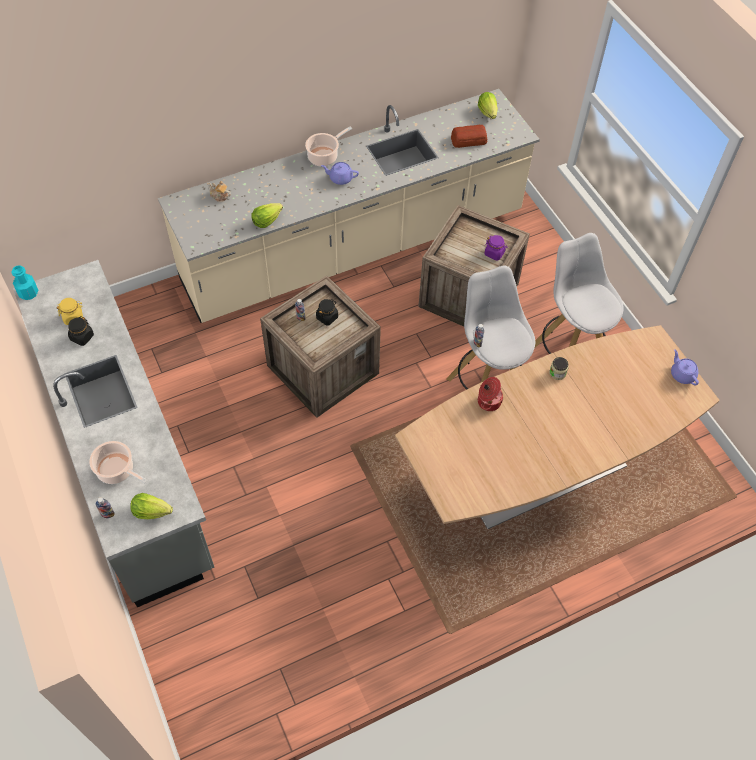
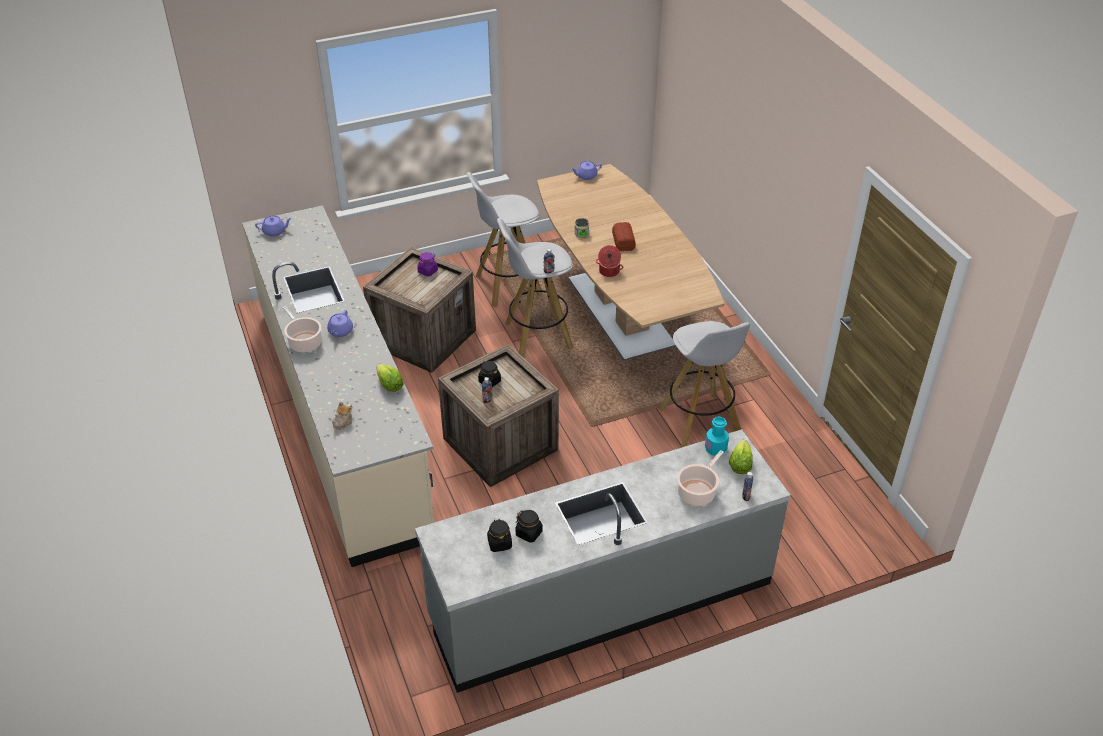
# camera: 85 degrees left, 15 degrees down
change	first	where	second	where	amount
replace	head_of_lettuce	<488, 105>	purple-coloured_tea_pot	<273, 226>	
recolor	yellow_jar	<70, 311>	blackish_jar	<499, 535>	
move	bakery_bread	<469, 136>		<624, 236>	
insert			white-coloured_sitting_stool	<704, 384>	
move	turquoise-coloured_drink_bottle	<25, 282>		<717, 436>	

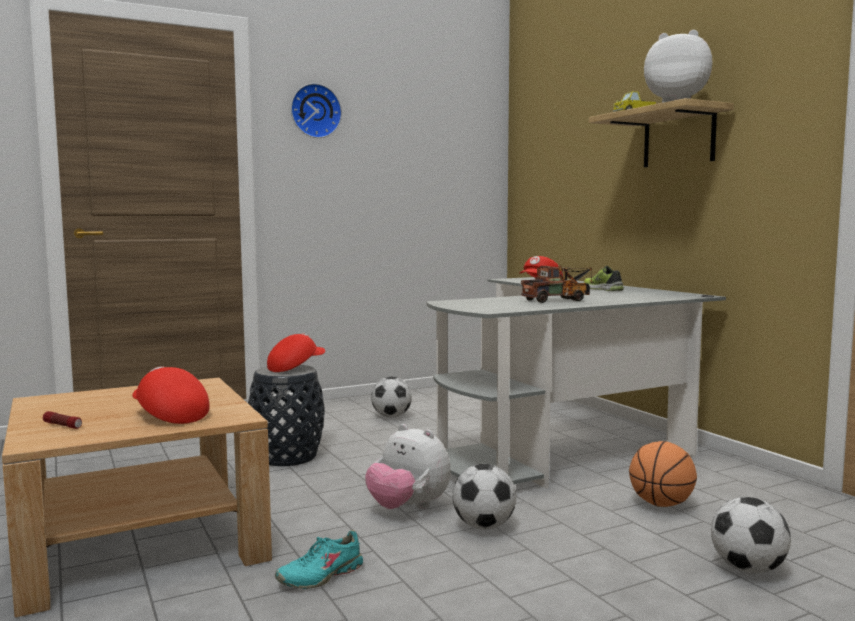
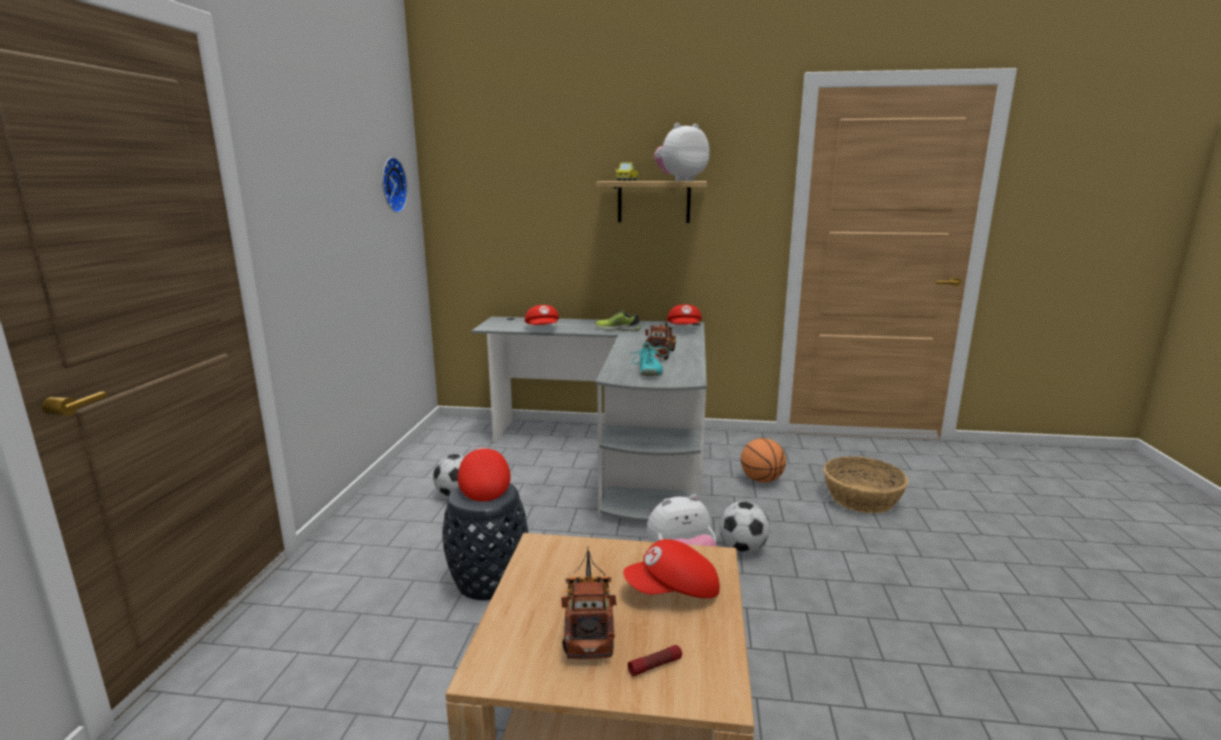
# camera: 55 degrees left, 10 degrees up
change	first	where	second	where	amount
move	wall_clock	<316, 110>		<395, 185>	
insert			toy_truck	<589, 603>	
move	turquoise-coloured_low_shoe	<319, 559>		<649, 359>	
insert			red_cap	<684, 314>	
replace	football_ball	<751, 535>	household_basket	<865, 484>	

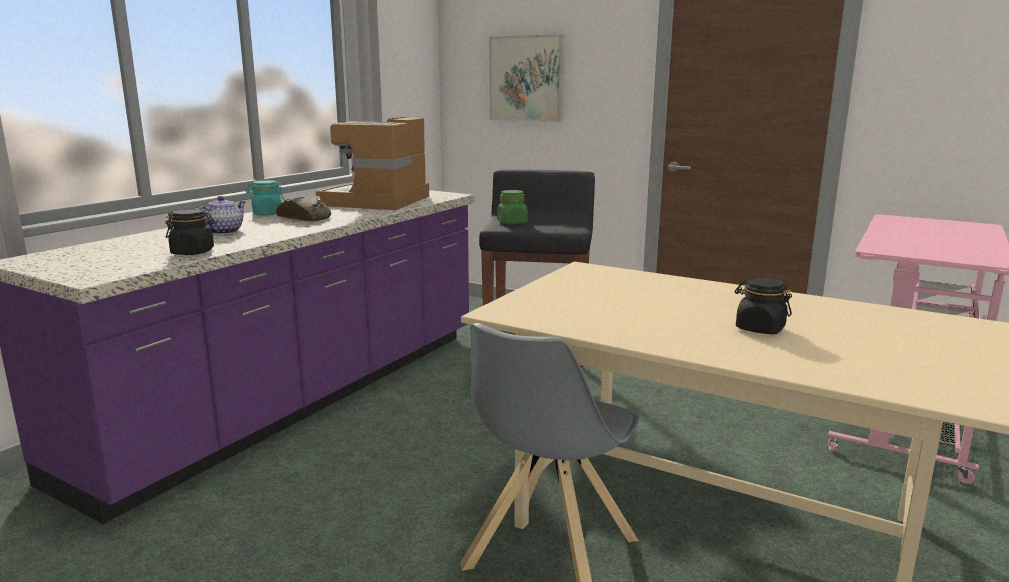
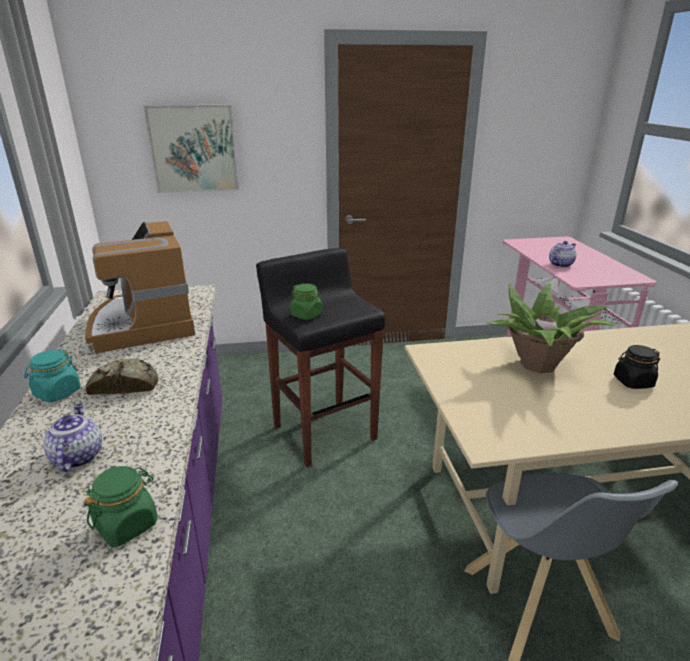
# camera: 40 degrees left, 10 degrees up
change	first	where	second	where	amount
recolor	blackish_jar	<190, 232>	green_jar	<121, 506>	
insert			plant_in_a_pot	<551, 328>	
insert			tea_pot	<563, 254>	

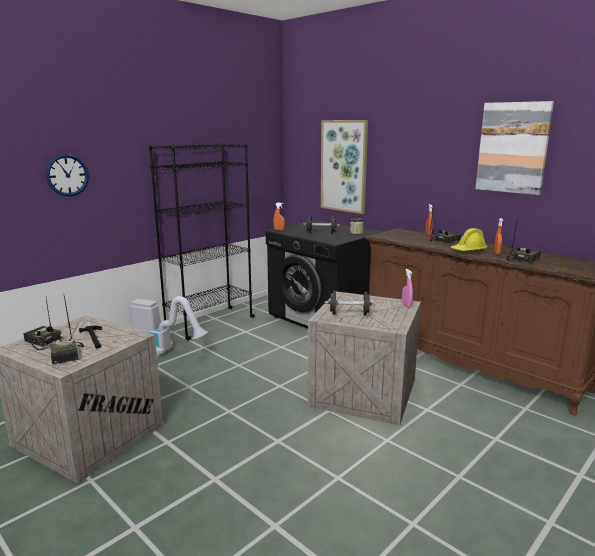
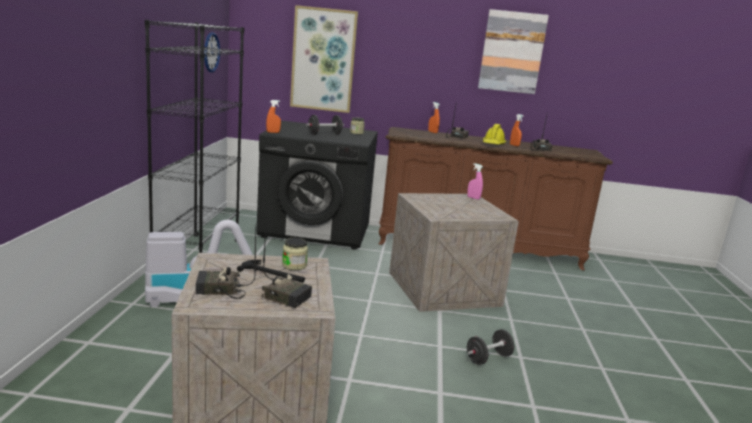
# camera: 40 degrees left, 0 degrees up
change	first	where	second	where	amount
move	wall_clock	<67, 175>		<212, 52>	
insert			jar	<295, 254>	
move	blackish_dumbbell	<350, 303>		<490, 347>	

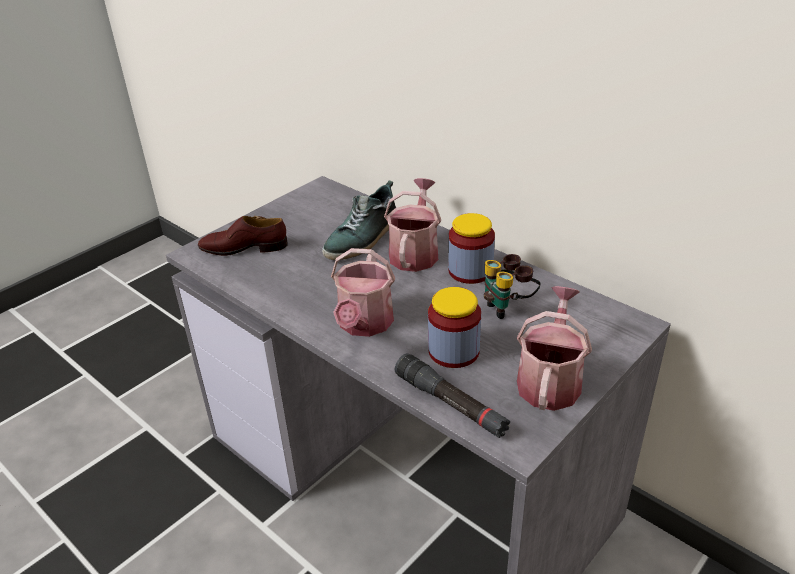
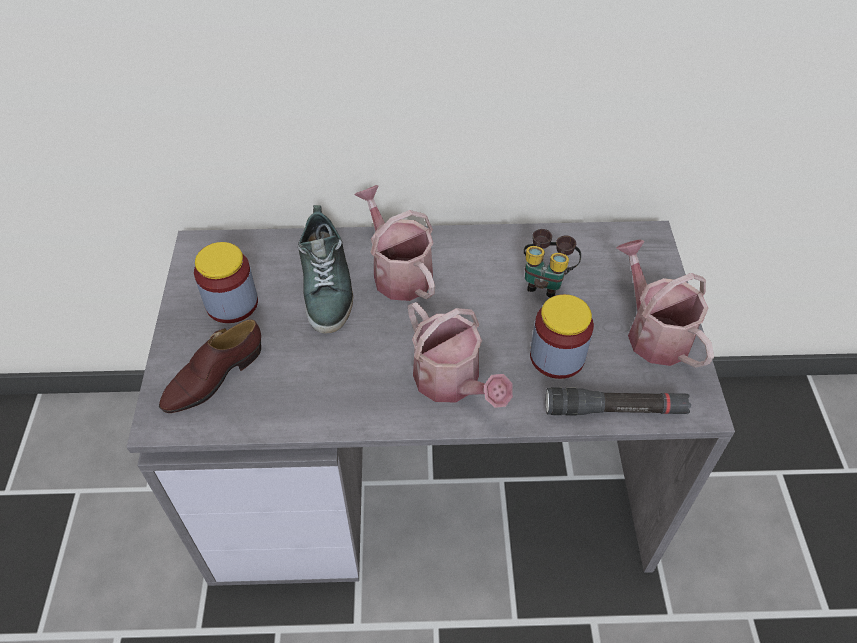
# camera: 45 degrees left, 15 degrees up
change	first	where	second	where	amount
move	jar	<471, 248>		<226, 282>	

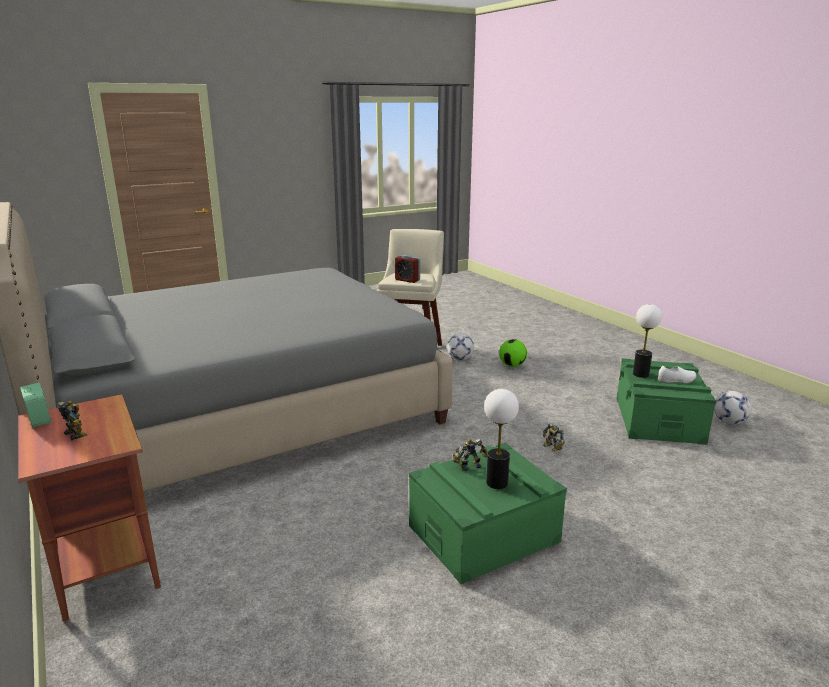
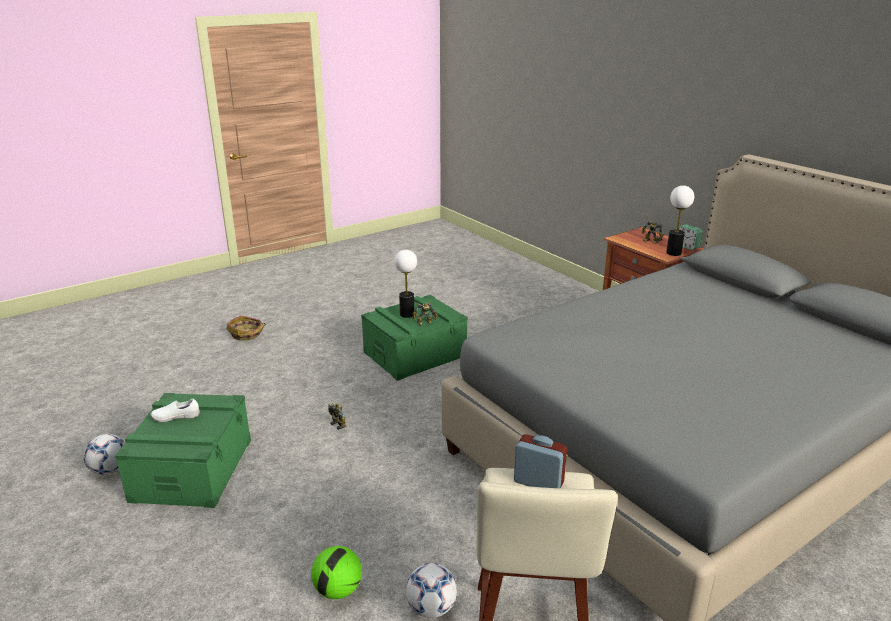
# camera: 175 degrees right, 5 degrees up
change	first	where	second	where	amount
insert			household_basket	<246, 328>	
move	table_lamp	<647, 341>		<680, 220>	

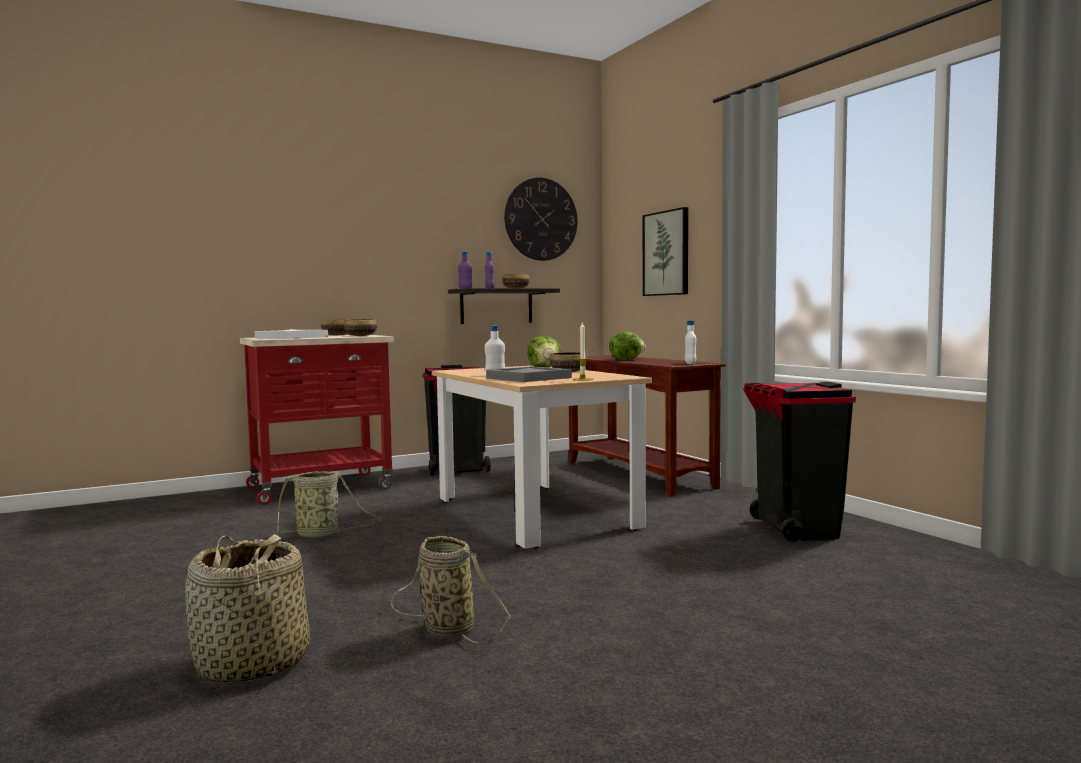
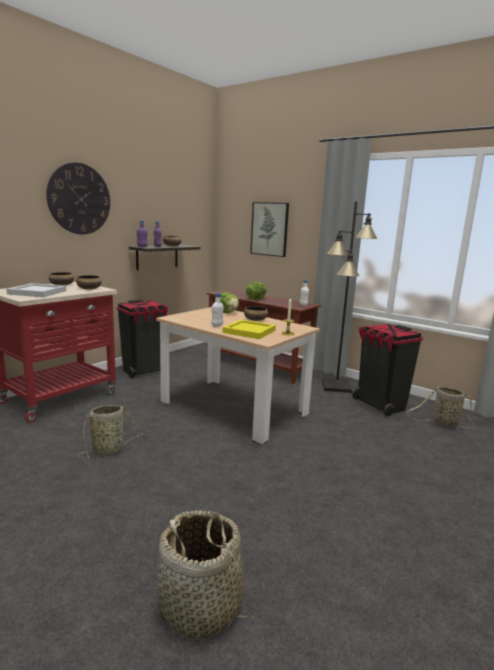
# camera: 25 degrees left, 10 degrees up
change	first	where	second	where	amount
move	wall_clock	<541, 219>		<78, 198>	
recolor	grey_serving_tray	<529, 374>	yellow_serving_tray	<249, 329>	
insert			blackish_floor_lamp	<349, 297>	
move	household_basket	<451, 589>		<440, 407>	

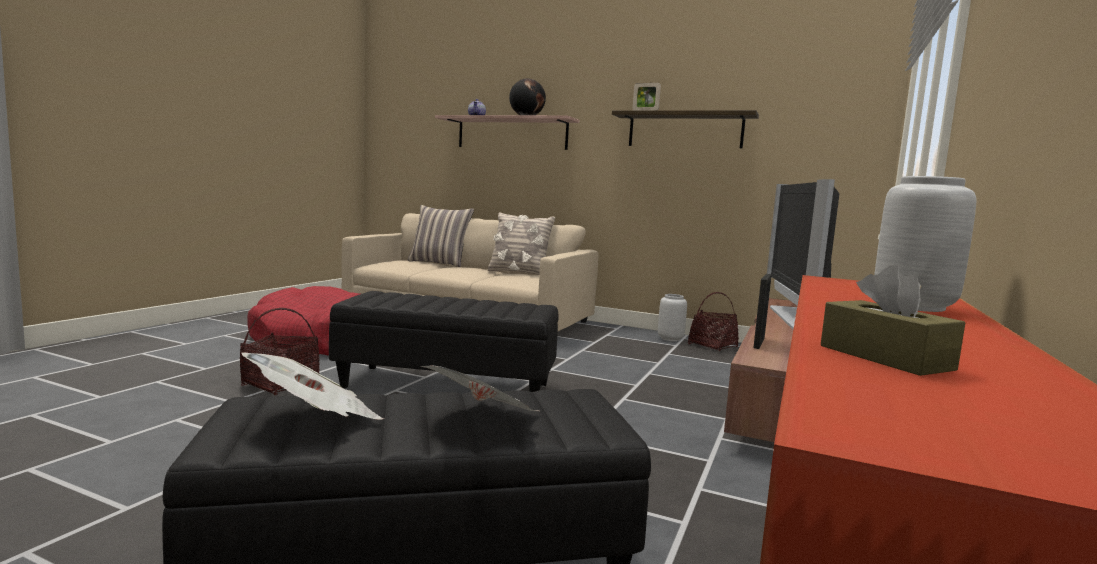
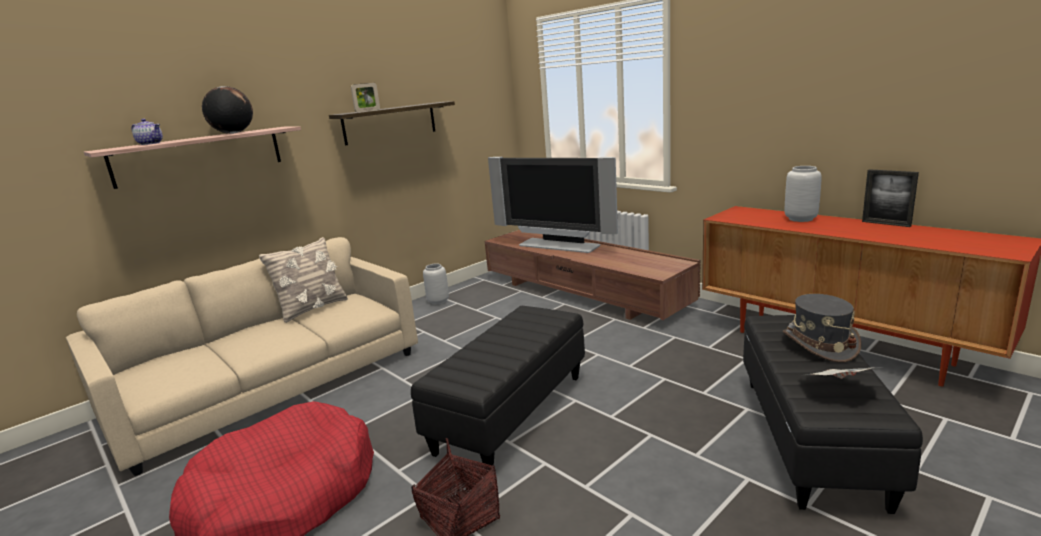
# camera: 65 degrees left, 10 degrees up
change	first	where	second	where	amount
replace	newspaper	<479, 388>	grey_wearable_hat	<822, 328>	
move	picture_frame	<762, 311>		<890, 198>	
delete	pillow	<441, 236>			
delete	household_basket	<713, 321>			
delete	brown-coloured_tissue_holder	<893, 320>			

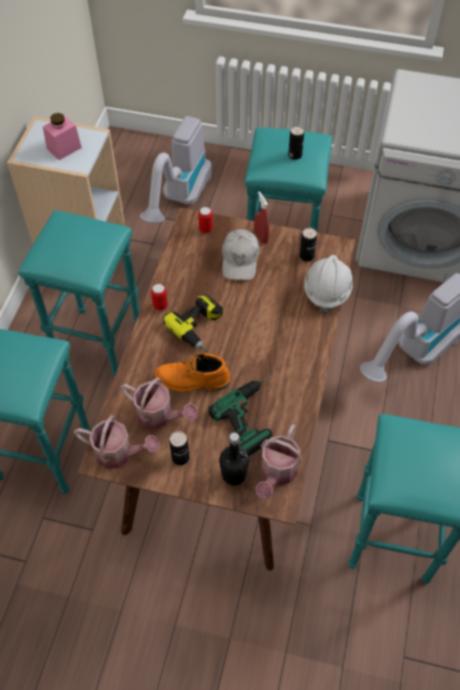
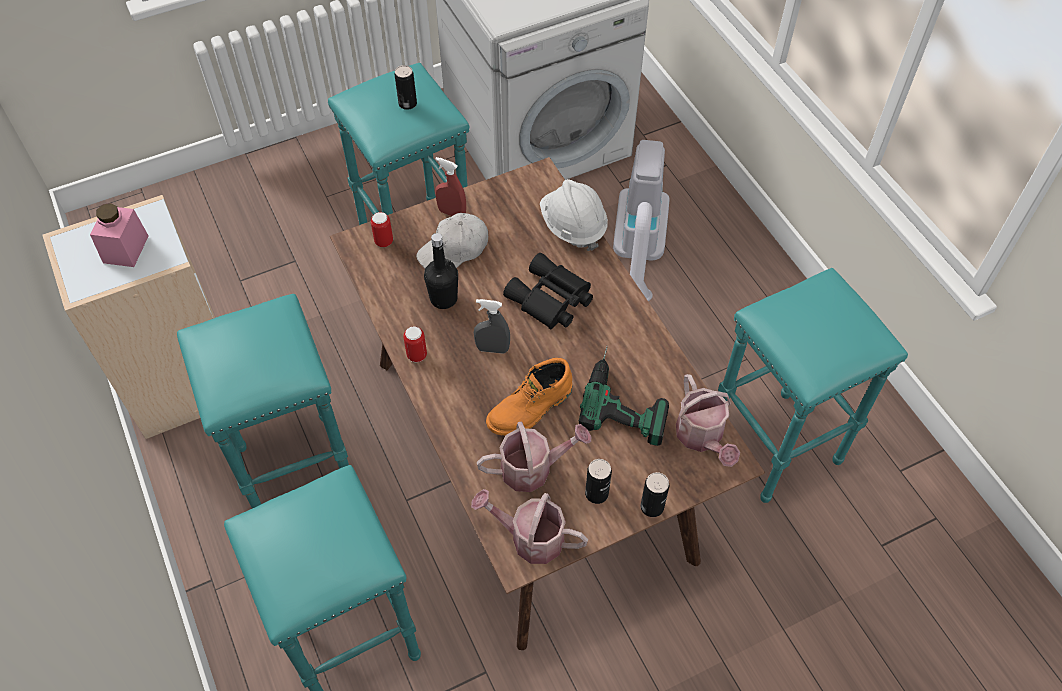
# camera: 40 degrees left, 0 degrees up
change	first	where	second	where	amount
rotate	white-coloured_cap	<240, 254>		<452, 240>	90 degrees clockwise
move	blackish_drink_bottle	<234, 458>		<441, 271>	
rotate	watering_pot	<116, 442>		<529, 526>	135 degrees counterclockwise
replace	power_drill	<193, 324>	grey_hand_sprayer	<492, 326>	
insert			blackish_field_glasses	<548, 291>	
move	can	<308, 245>		<655, 494>	
delete	vacuum_cleaner	<176, 169>			

